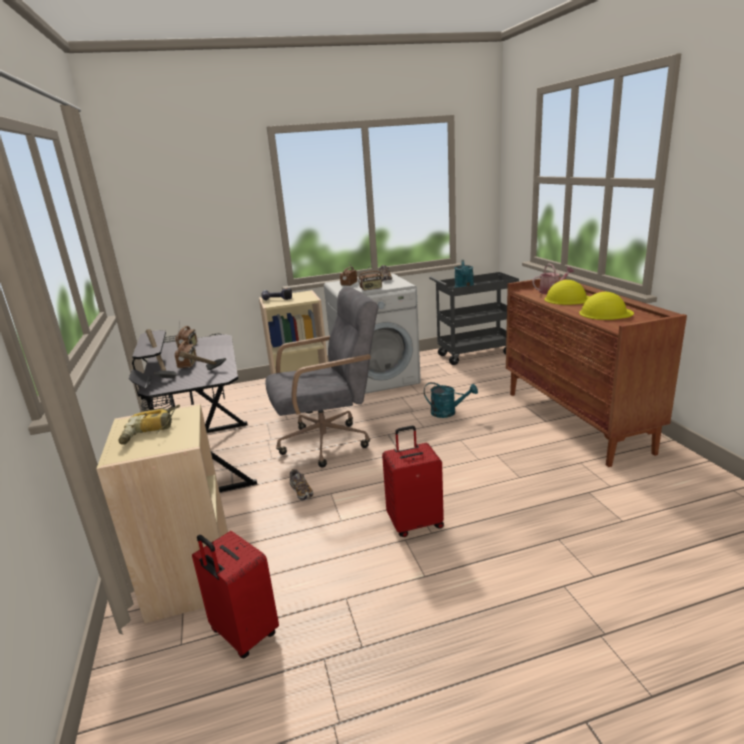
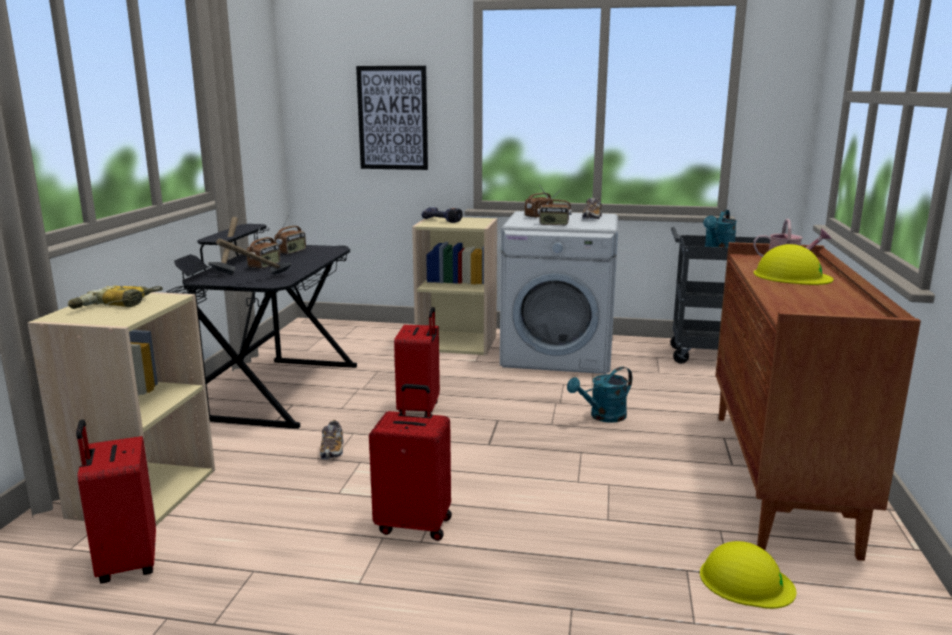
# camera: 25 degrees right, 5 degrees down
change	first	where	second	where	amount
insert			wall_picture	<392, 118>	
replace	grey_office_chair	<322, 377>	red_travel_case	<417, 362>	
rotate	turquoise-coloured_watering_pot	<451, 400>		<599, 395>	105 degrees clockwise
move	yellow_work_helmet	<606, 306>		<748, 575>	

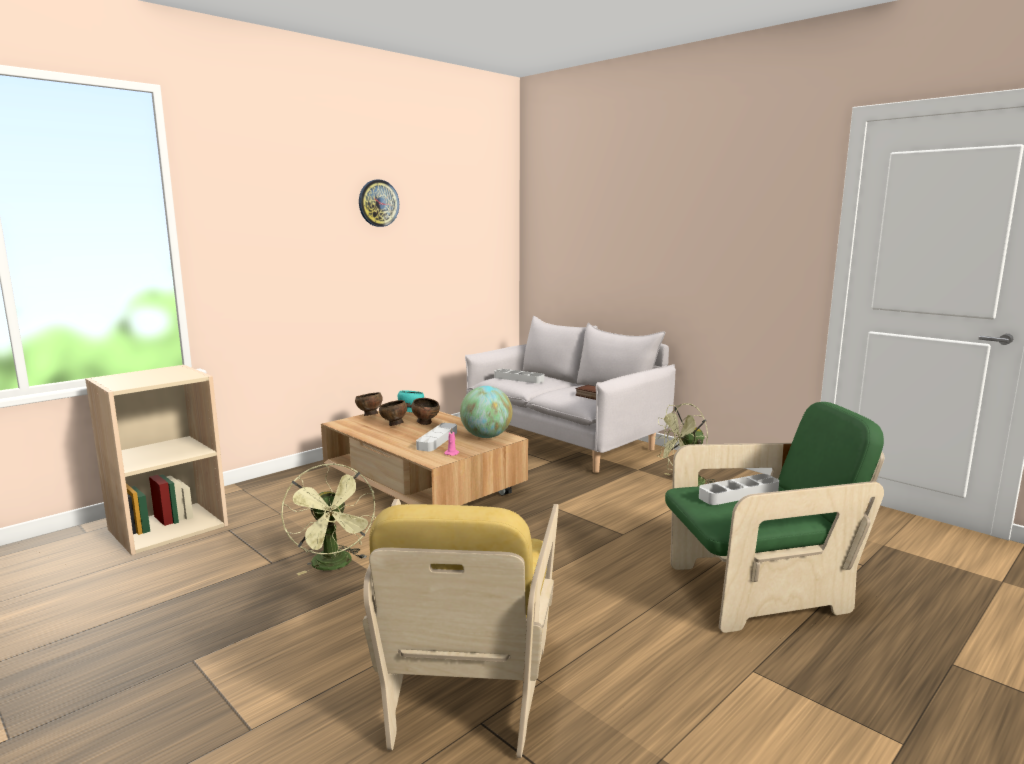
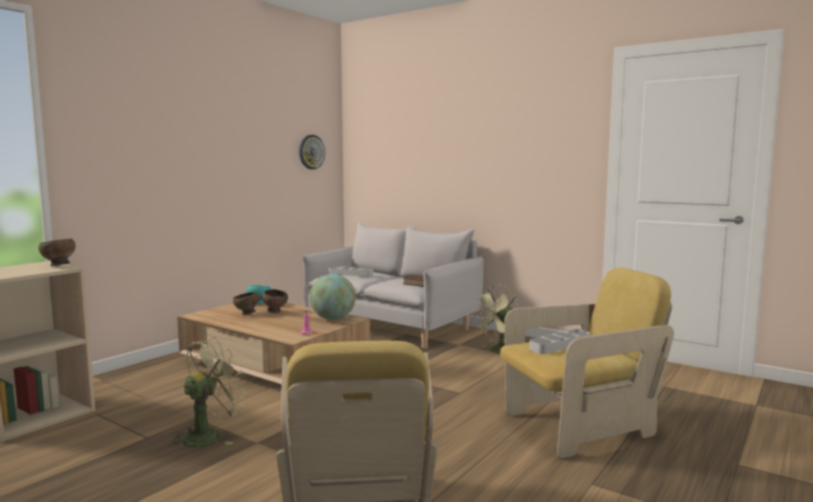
# camera: 10 degrees left, 5 degrees down
change	first	where	second	where	amount
move	brown-coloured_serving_bowl	<368, 404>		<57, 252>	
rotate	green_cooling_fan	<328, 519>		<207, 392>	105 degrees counterclockwise
move	wall_clock	<379, 203>		<312, 152>	
recolor	green_easy_chair	<774, 517>	yellow_easy_chair	<587, 363>	
delete	grey_serving_tray	<436, 437>			

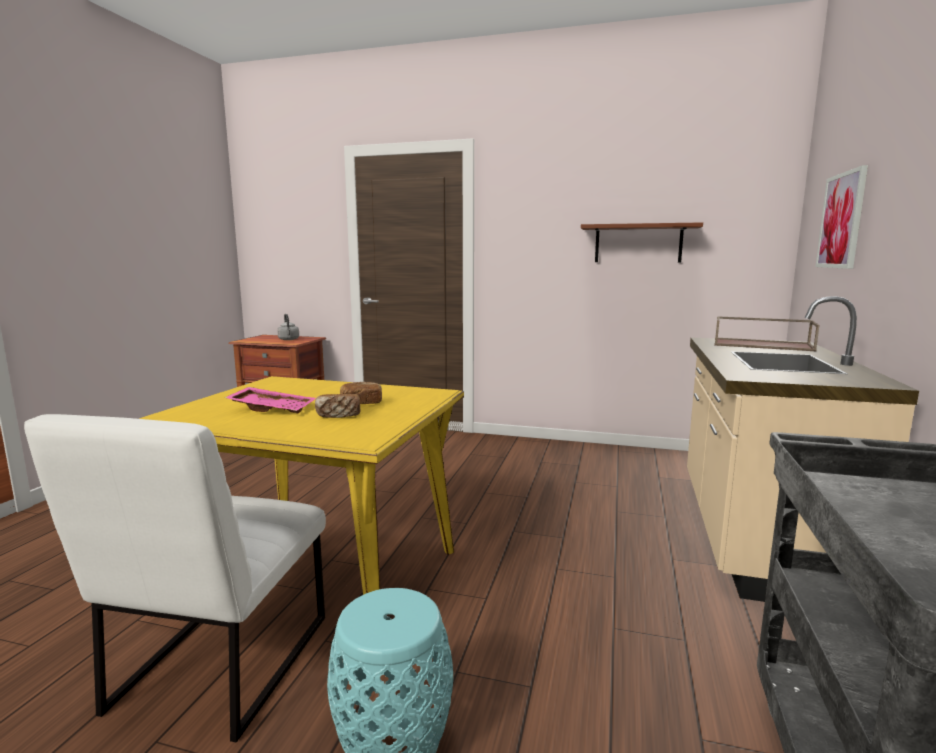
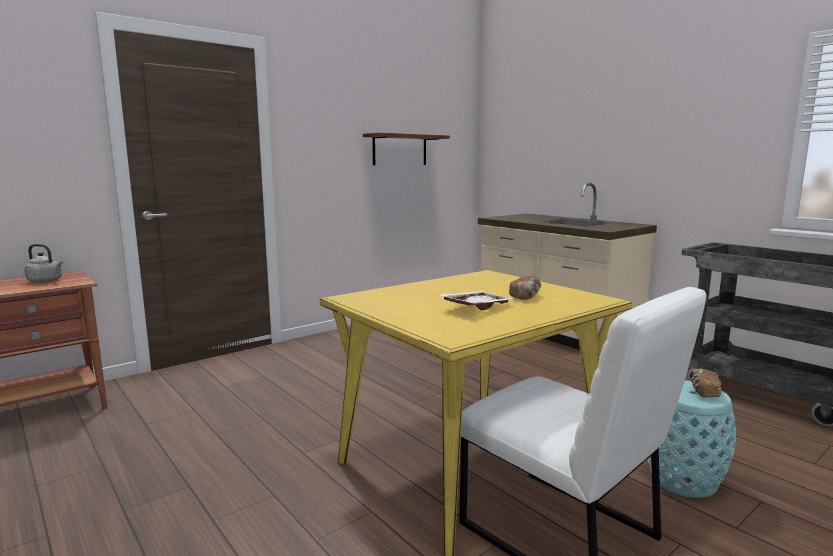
# camera: 55 degrees left, 0 degrees up
change	first	where	second	where	amount
recolor	pink_serving_tray	<270, 400>	white-coloured_serving_tray	<475, 300>	
move	bakery_bread	<361, 393>		<706, 383>	
delete	brown-coloured_serving_tray	<767, 333>			
delete	wall_picture	<841, 217>			

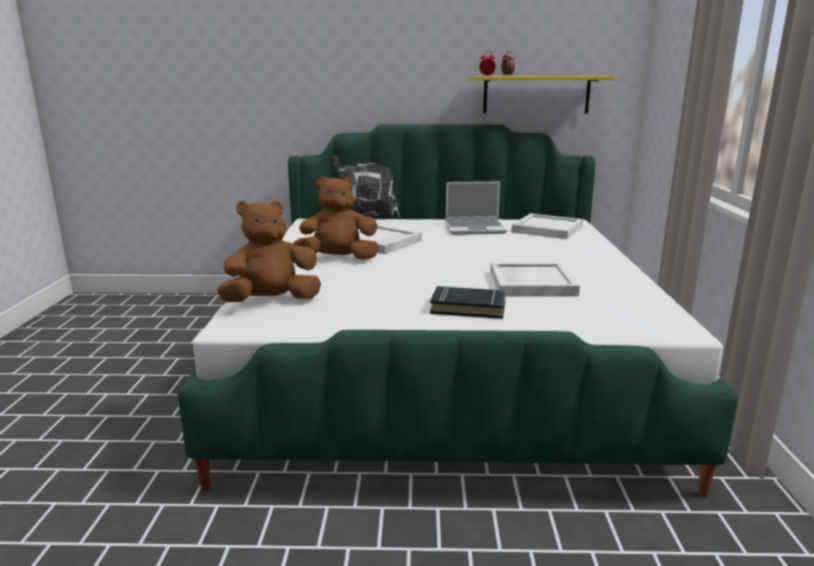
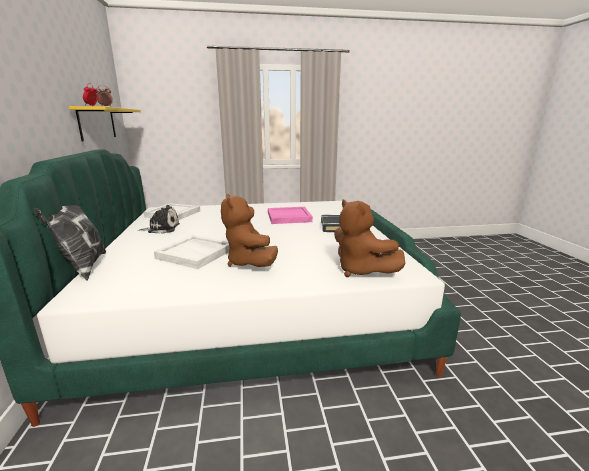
# camera: 100 degrees left, 0 degrees up
change	first	where	second	where	amount
replace	notebook_computer	<476, 208>	soft_toy	<159, 219>	
recolor	white-coloured_serving_tray	<535, 279>	pink_serving_tray	<290, 215>	

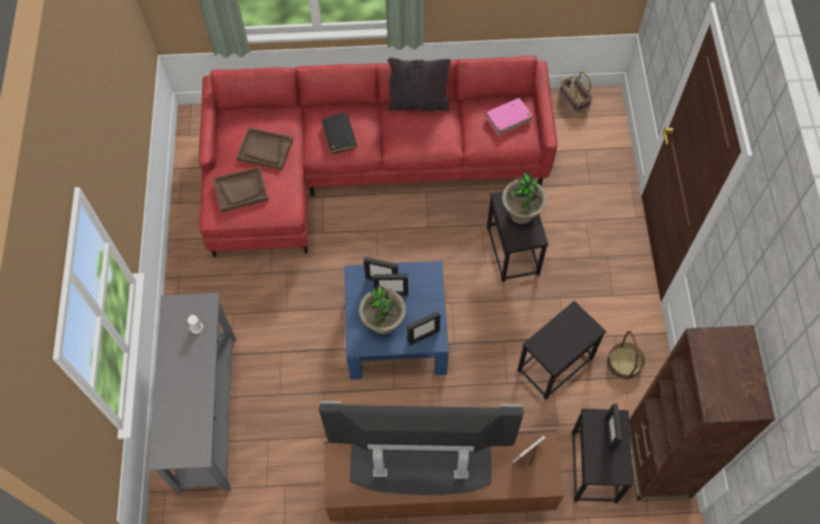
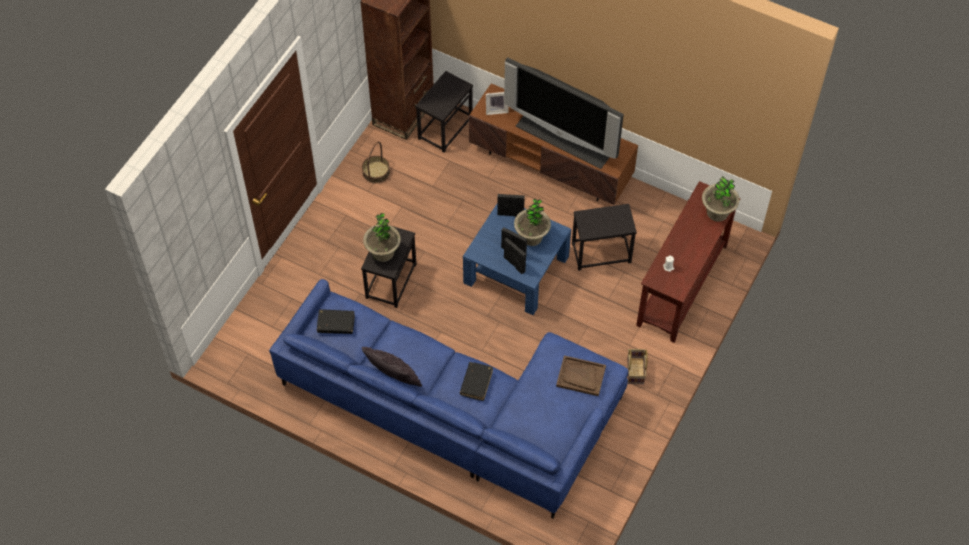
# camera: 150 degrees left, 5 degrees down
change	first	where	second	where	amount
recolor	red_couch	<378, 156>	blue-coloured_couch	<448, 399>	
recolor	pink_volume	<509, 116>	blackish_volume	<336, 321>	
move	blackish_end_table	<561, 350>		<604, 237>	
move	household_basket	<576, 93>		<637, 366>	
recolor	grey_console_table	<192, 393>	brown-coloured_console_table	<688, 262>	
insert			plant_in_a_pot	<721, 199>	
delete	brown-coloured_serving_tray	<264, 149>			
delete	picture_frame	<613, 428>			

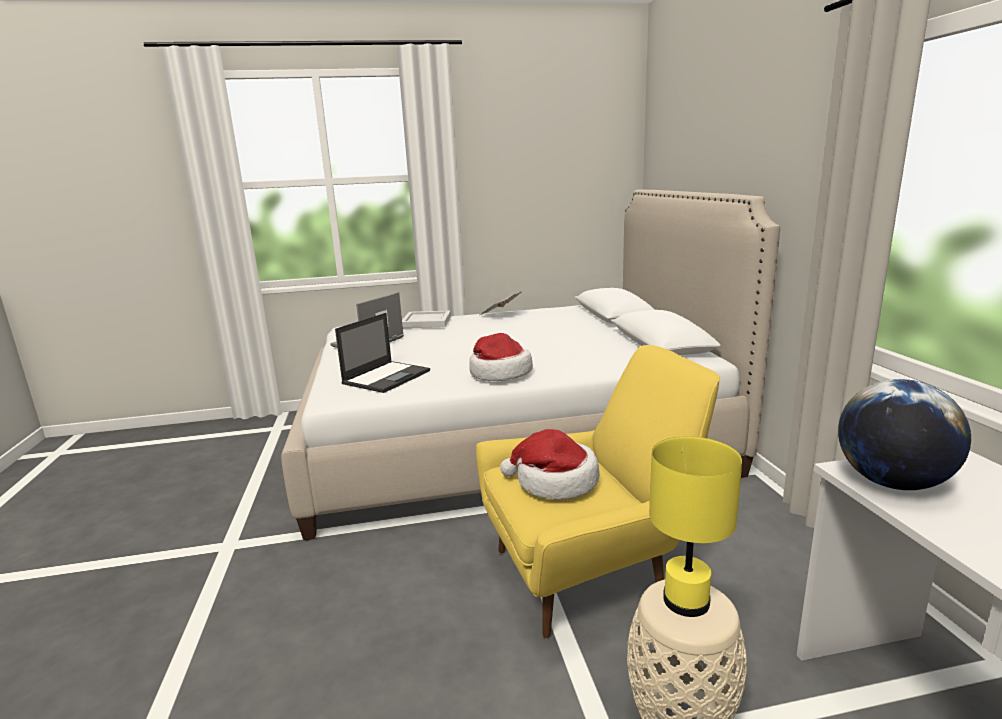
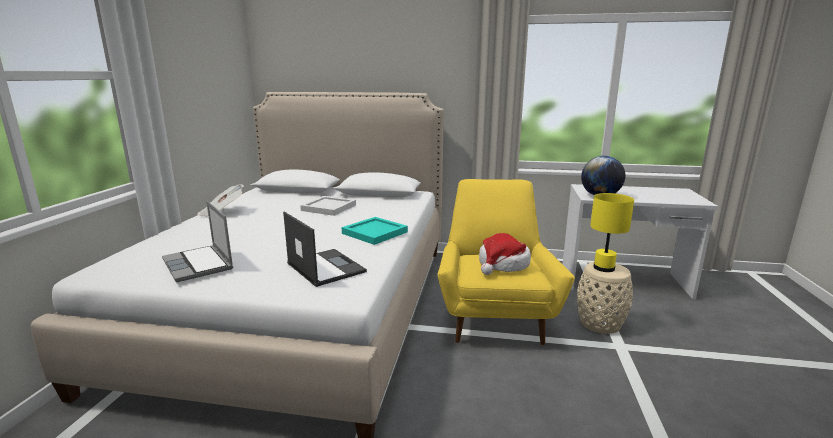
# camera: 70 degrees left, 0 degrees up
change	first	where	second	where	amount
move	white-coloured_serving_tray	<426, 319>		<328, 206>	
replace	wearable_hat	<501, 357>	turquoise-coloured_serving_tray	<375, 231>	

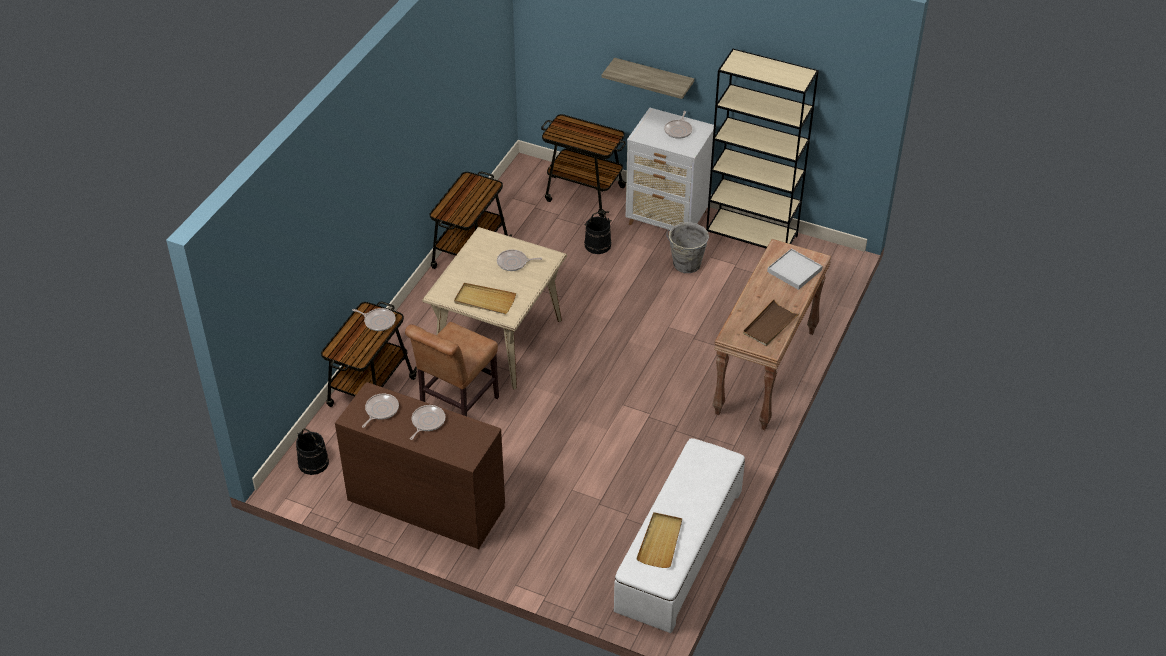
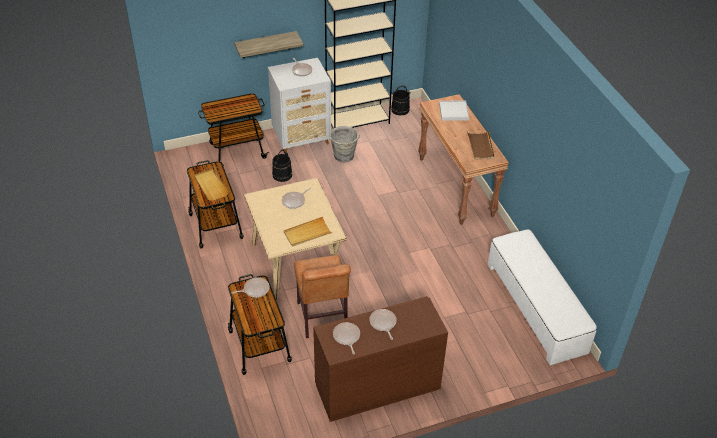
# camera: 45 degrees left, 0 degrees up
change	first	where	second	where	amount
move	beige_serving_tray	<659, 540>		<211, 185>	
move	blackish_water_bucket	<312, 452>		<401, 100>	

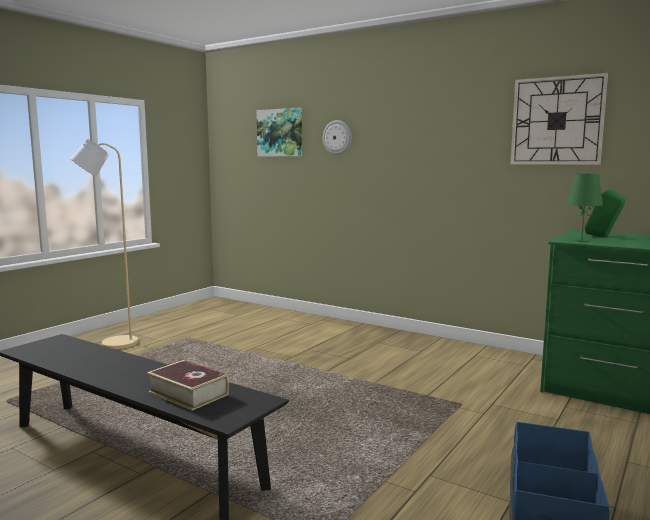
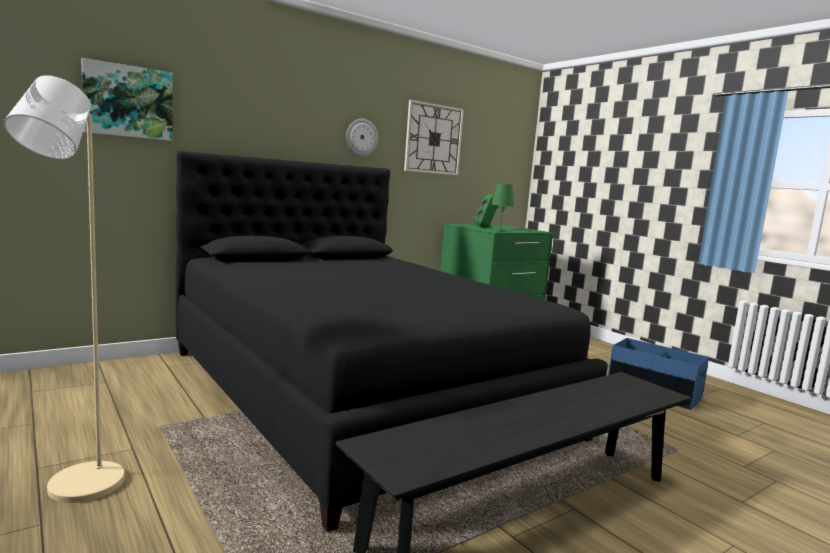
# camera: 70 degrees left, 0 degrees up
change	first	where	second	where	amount
insert			blackish_bedroom_bed	<391, 341>	
move	wall_clock	<337, 137>		<362, 137>	
delete	volume	<188, 385>			

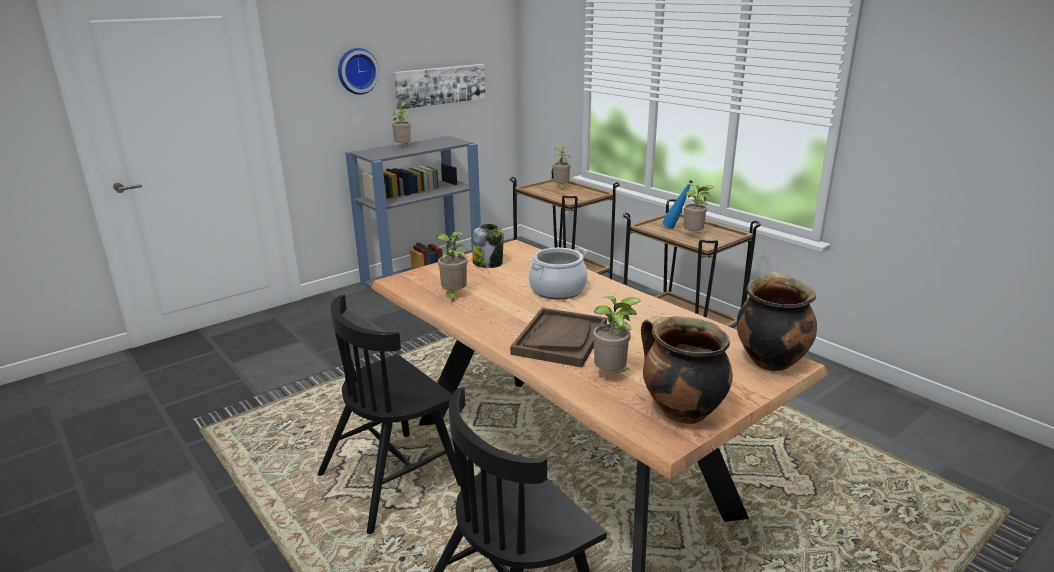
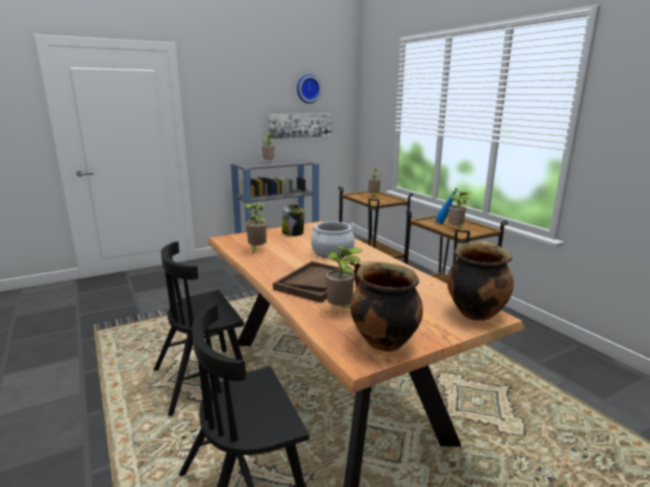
# camera: 10 degrees right, 5 degrees down
change	first	where	second	where	amount
move	wall_clock	<358, 71>		<309, 89>	

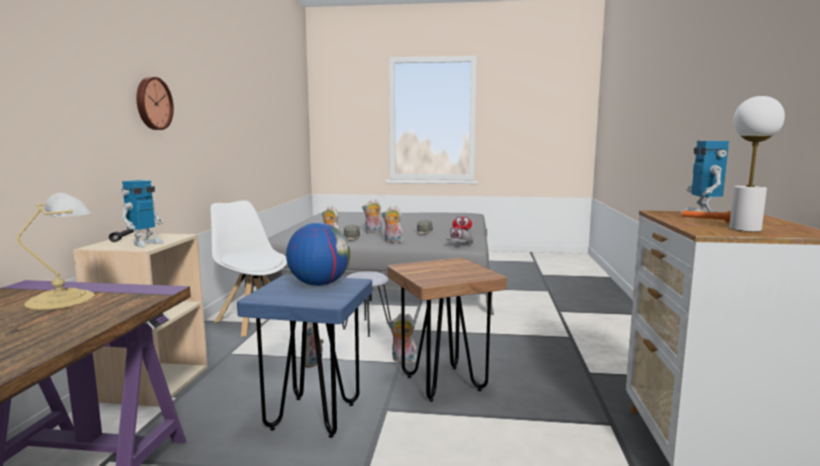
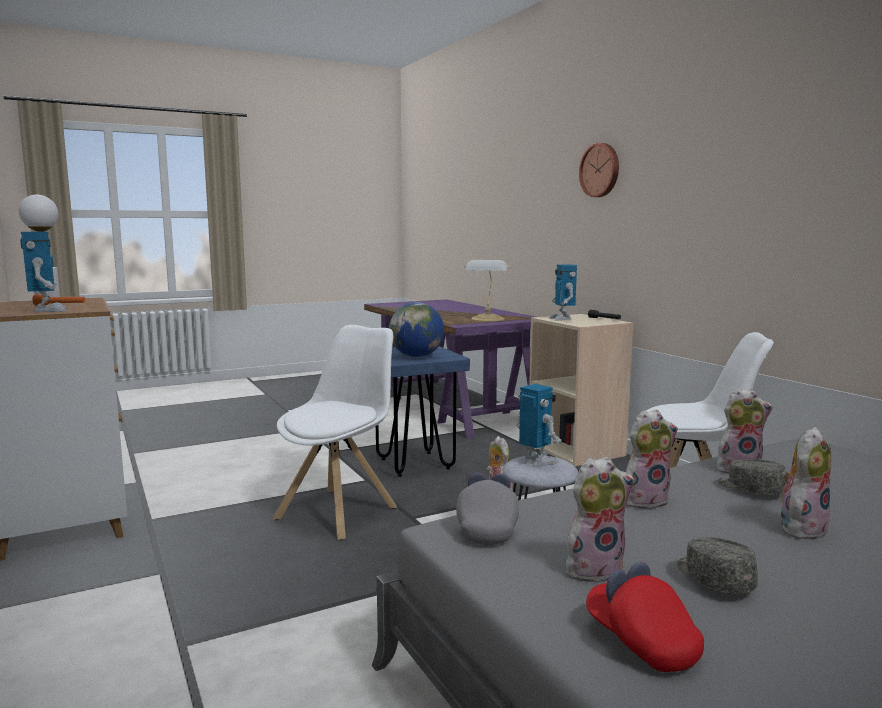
# camera: 145 degrees right, 0 degrees up
change	first	where	second	where	amount
replace	brown-coloured_sitting_stool	<447, 330>	white-coloured_upright_chair	<335, 432>	
insert			model_robot	<538, 425>	
move	soft_toy	<402, 338>		<600, 520>	
move	wall_clock	<155, 103>		<599, 170>	

